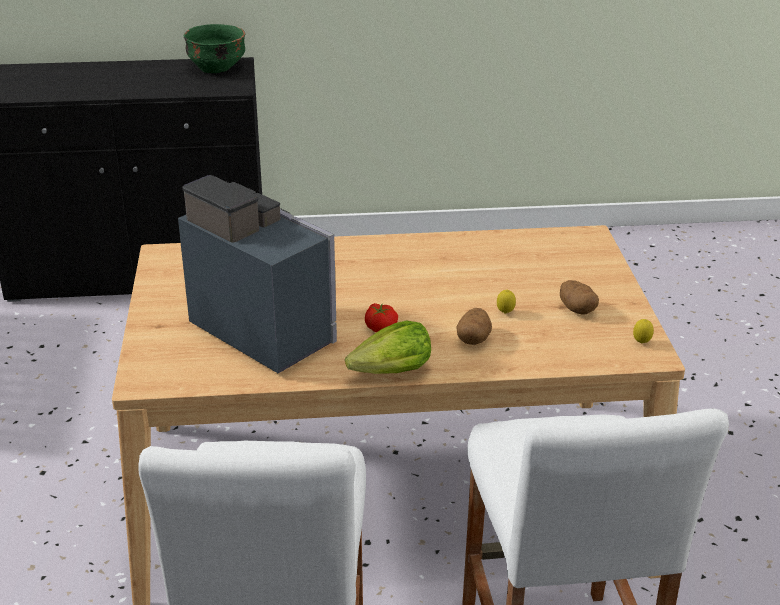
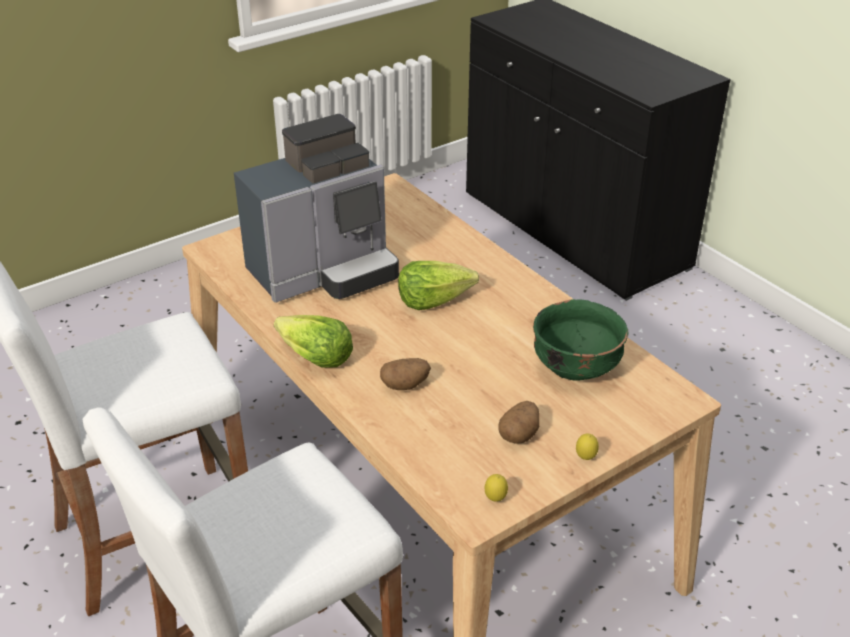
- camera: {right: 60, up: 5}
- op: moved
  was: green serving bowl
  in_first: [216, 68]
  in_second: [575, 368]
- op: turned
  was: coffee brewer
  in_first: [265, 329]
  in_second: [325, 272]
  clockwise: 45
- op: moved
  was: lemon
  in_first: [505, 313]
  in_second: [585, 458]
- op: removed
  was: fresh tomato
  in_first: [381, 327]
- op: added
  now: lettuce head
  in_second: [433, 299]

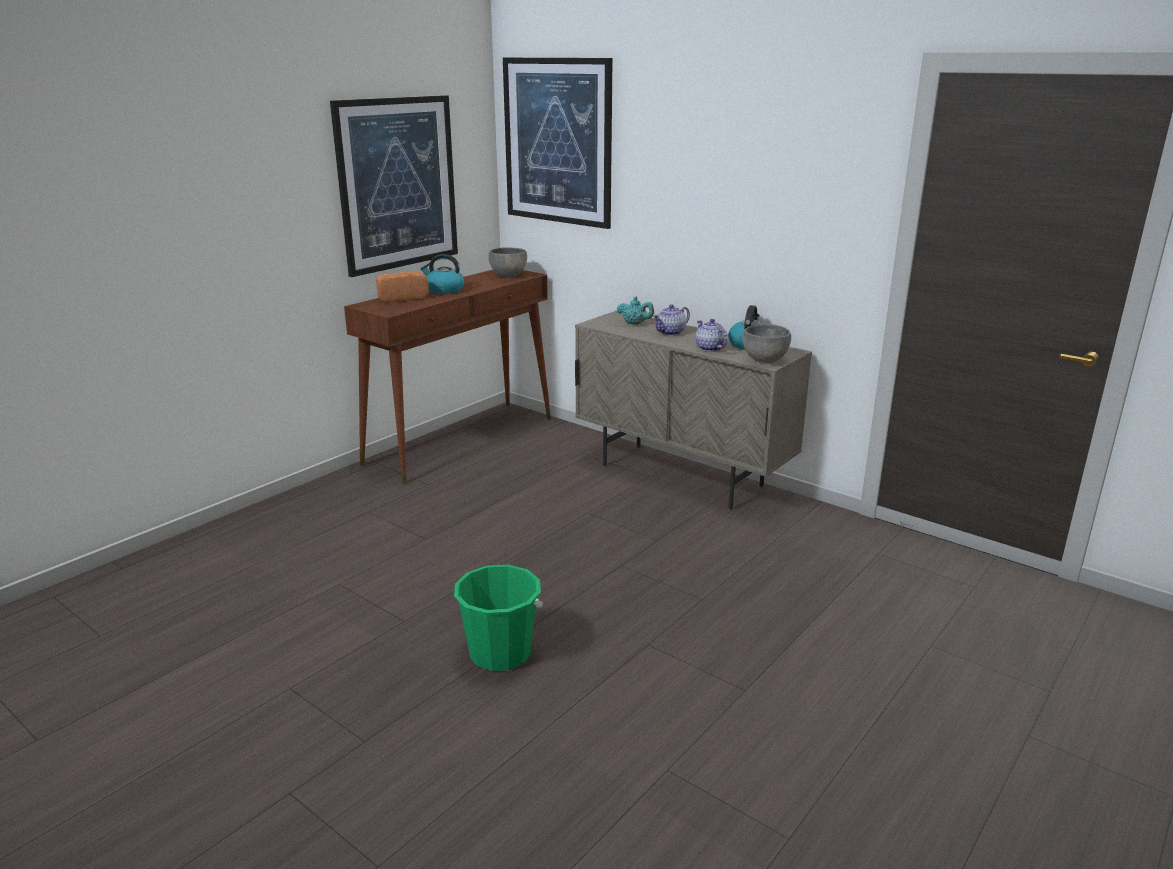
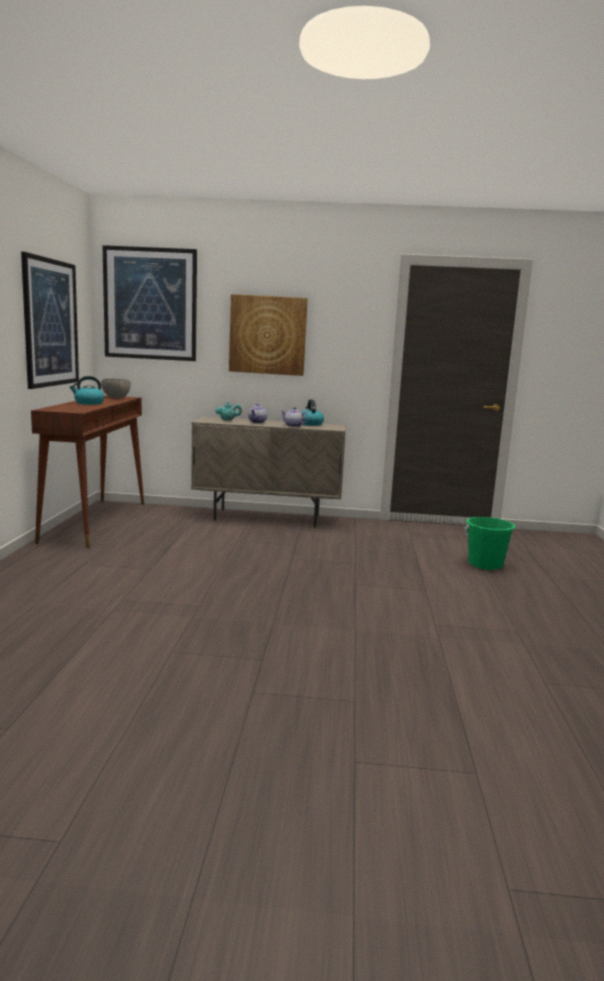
- camera: {right: -35, up: -10}
- op: removed
  was: bakery bread
  in_first: [401, 298]
- op: removed
  was: greyish serving bowl
  in_first: [764, 360]
- op: moved
  was: green bucket
  in_first: [500, 653]
  in_second: [485, 564]
- op: added
  now: wall art
  in_second: [268, 335]

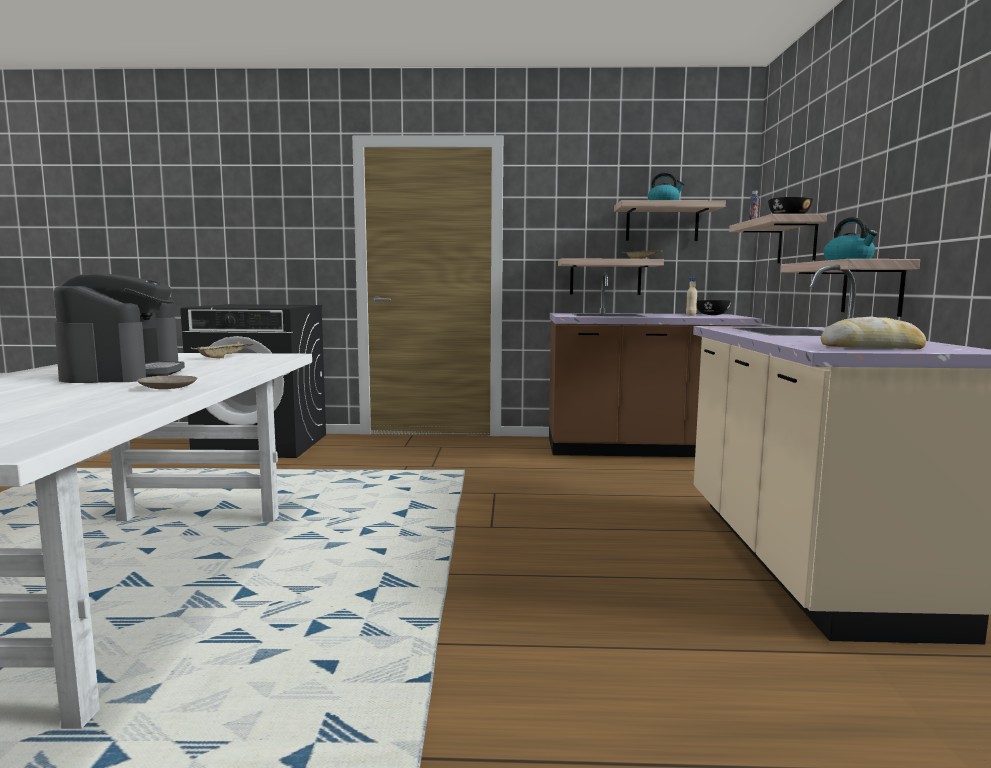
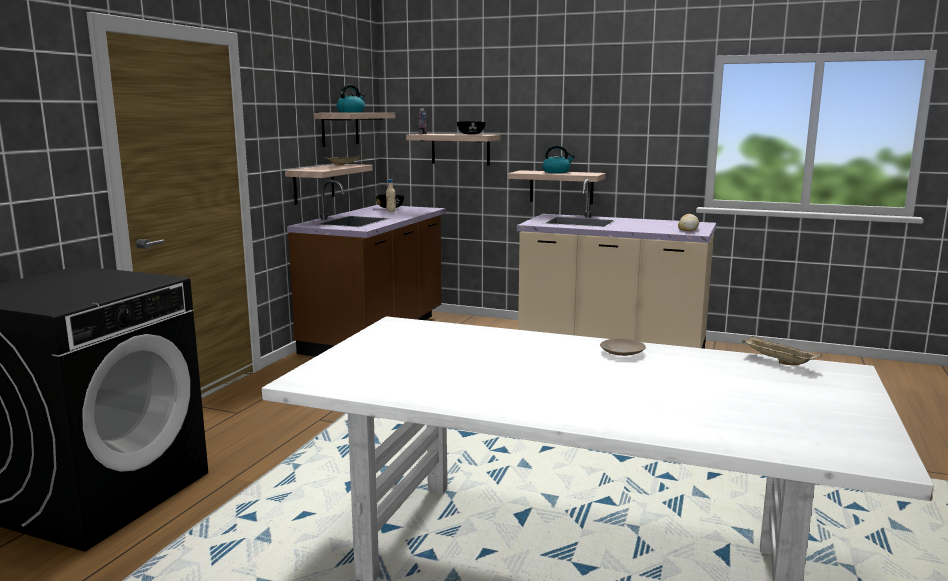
- camera: {right: -70, up: 5}
- op: removed
  was: coffee brewer
  in_first: [124, 373]
- op: moved
  was: beige carrying tray
  in_first: [223, 357]
  in_second: [777, 361]

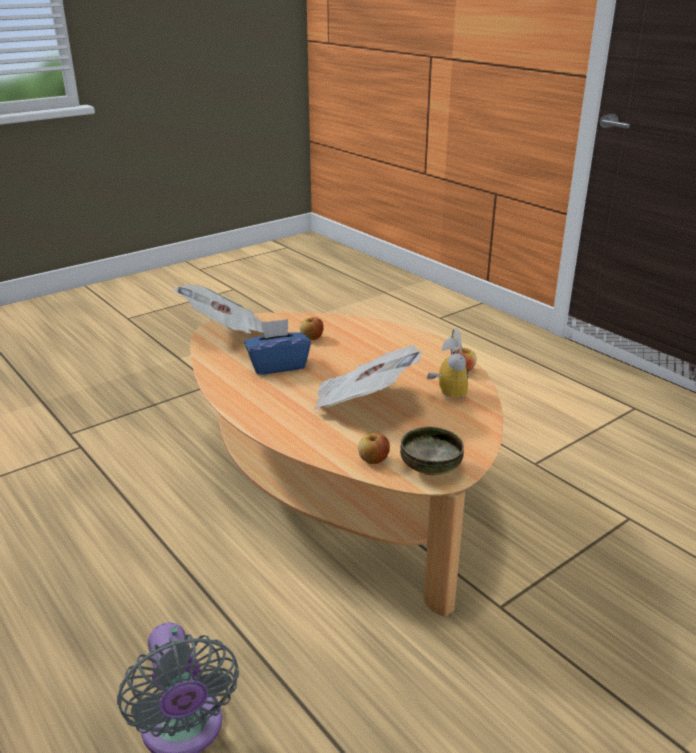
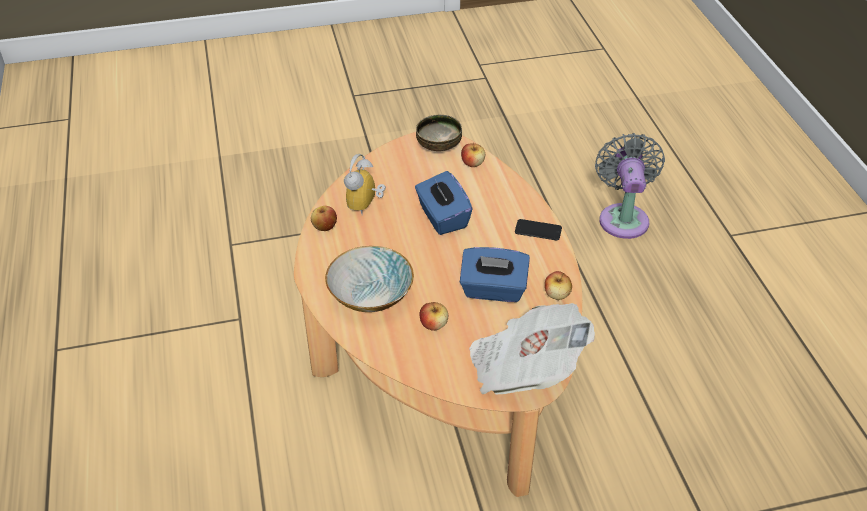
- camera: {right: -155, up: 15}
- op: replaced
  was: daily paper
  now: bluish tissue holder
  in_first: [363, 402]
  in_second: [442, 217]
- op: added
  now: phone
  in_second: [538, 230]
- op: added
  now: serving bowl
  in_second: [371, 295]
- op: added
  now: apple
  in_second: [557, 295]

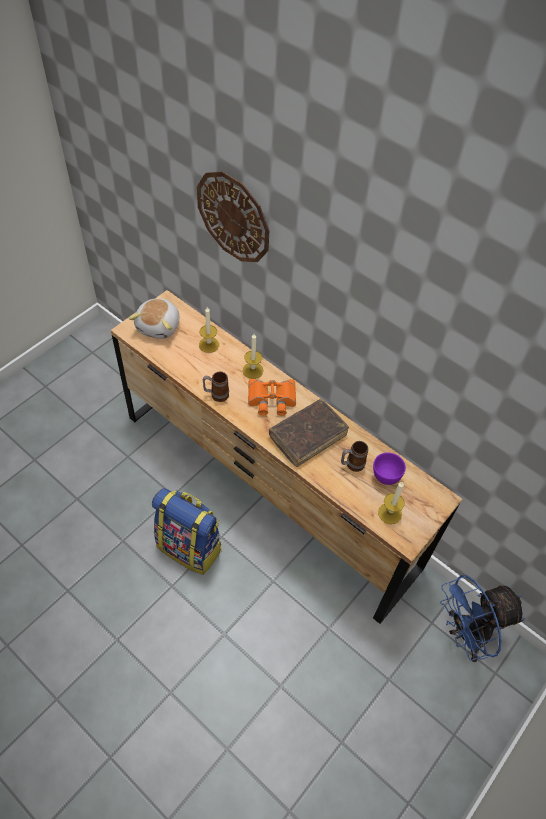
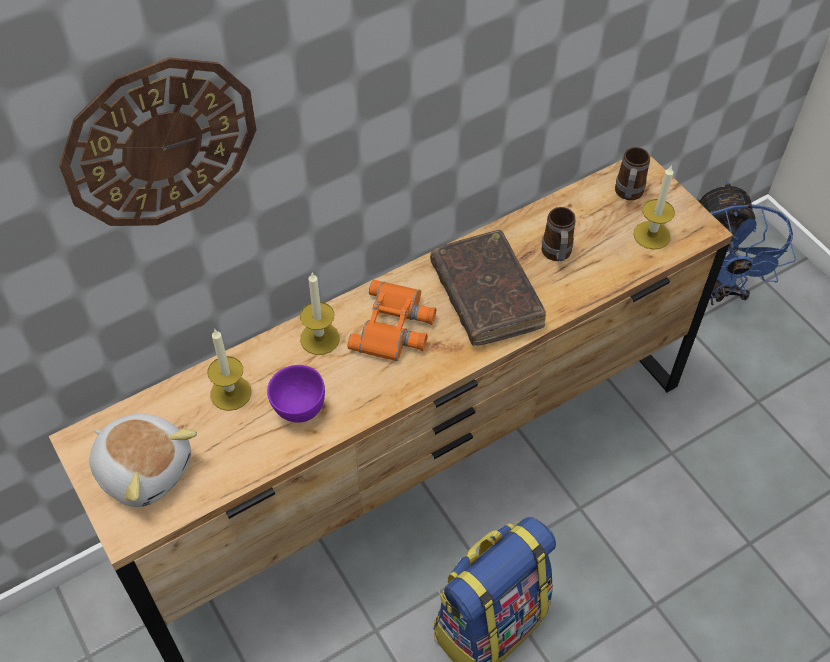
- camera: {right: -70, up: 0}
- op: moved
  was: tea mug
  in_first: [216, 395]
  in_second: [627, 195]
- op: moved
  was: purple serving bowl
  in_first: [385, 477]
  in_second: [299, 410]

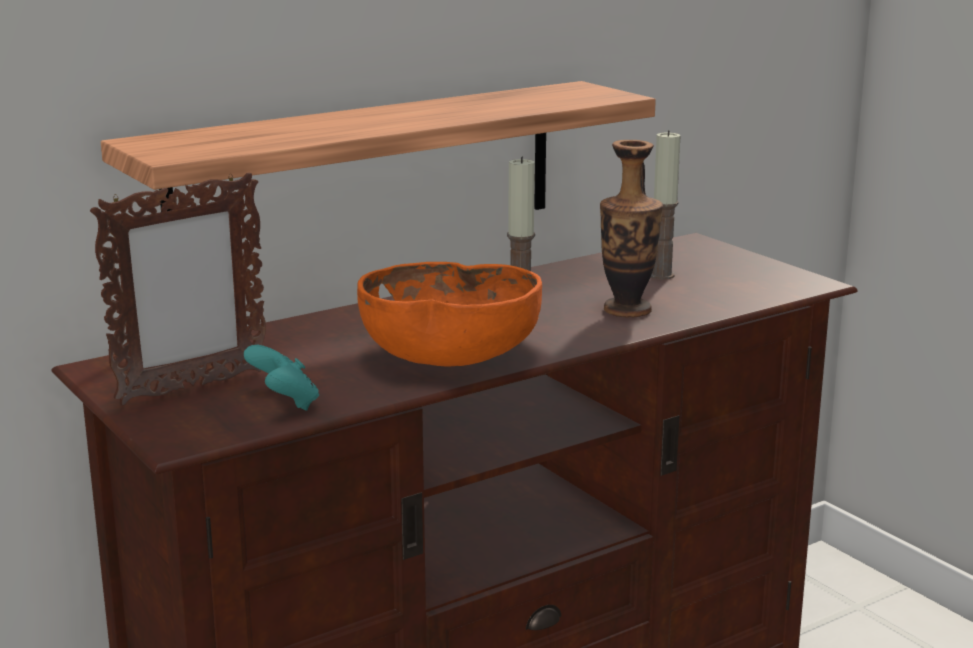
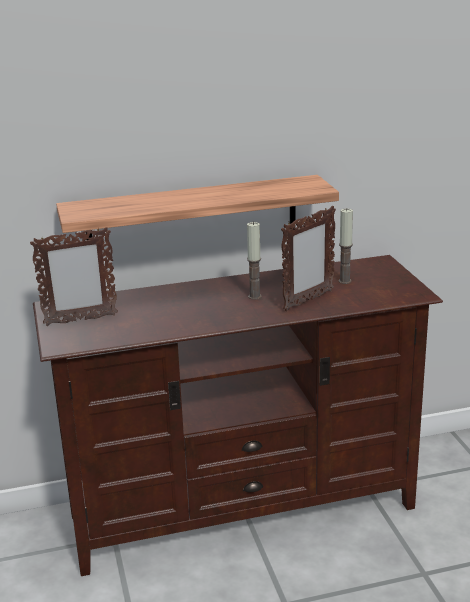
- camera: {right: 20, up: 5}
- op: replaced
  was: decorative vase
  now: standing frame
  in_first: [627, 310]
  in_second: [308, 301]
- op: removed
  was: orange serving bowl
  in_first: [449, 360]
- op: removed
  was: blue-green joypad
  in_first: [285, 403]

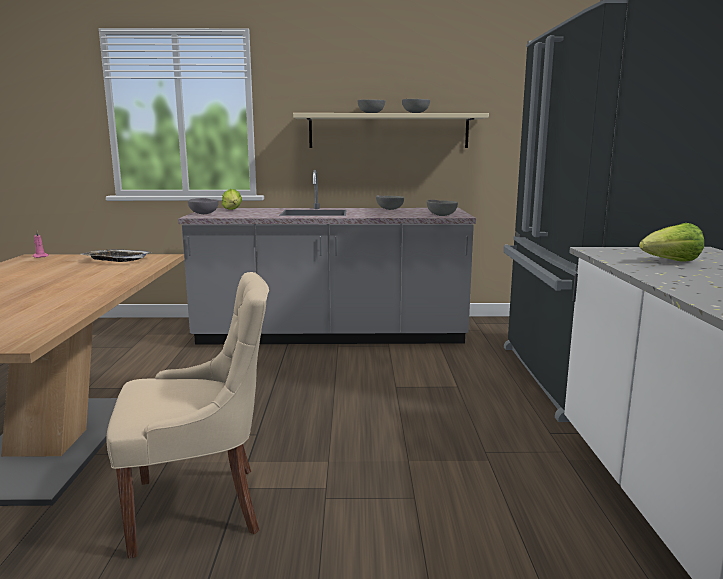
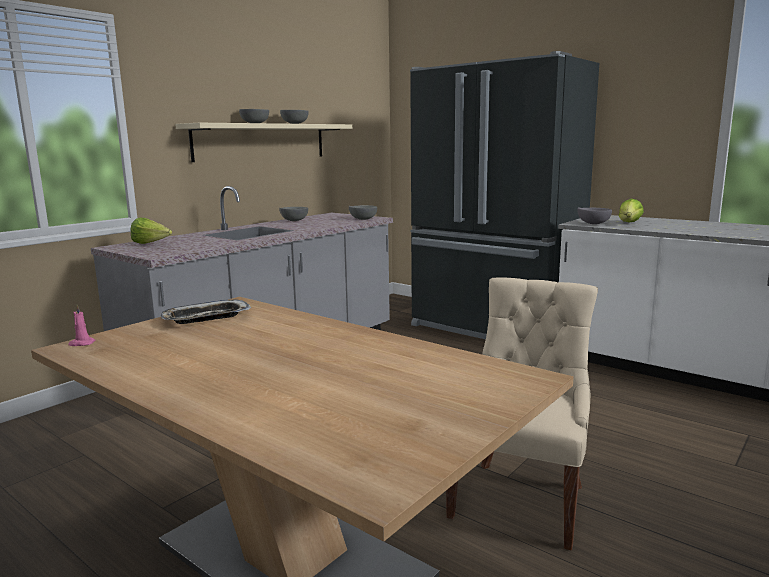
- camera: {right: -50, up: 0}
- op: moved
  was: greyish serving bowl
  in_first: [204, 214]
  in_second: [592, 224]

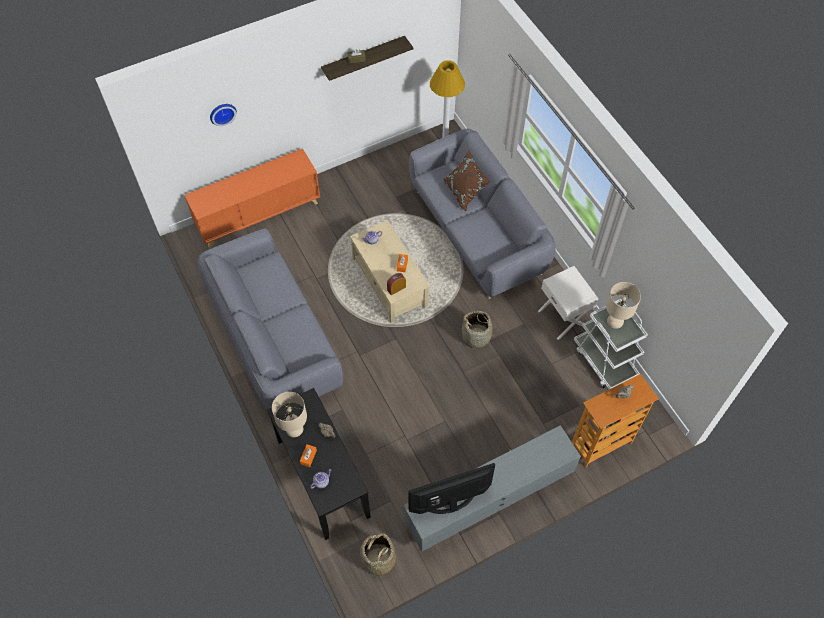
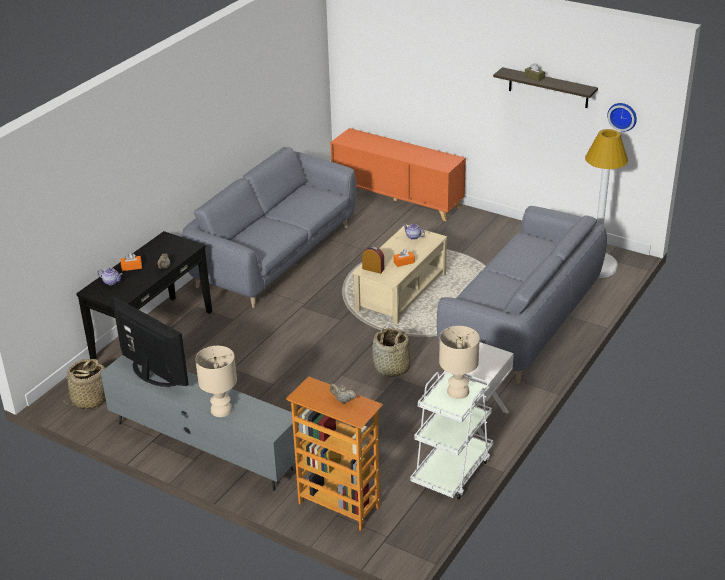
- camera: {right: 60, up: -25}
- op: moved
  was: wall clock
  in_first: [222, 113]
  in_second: [623, 116]
- op: removed
  was: brown throw pillow
  in_first: [465, 192]
- op: moved
  was: beige lamp for a table
  in_first: [294, 429]
  in_second: [221, 410]

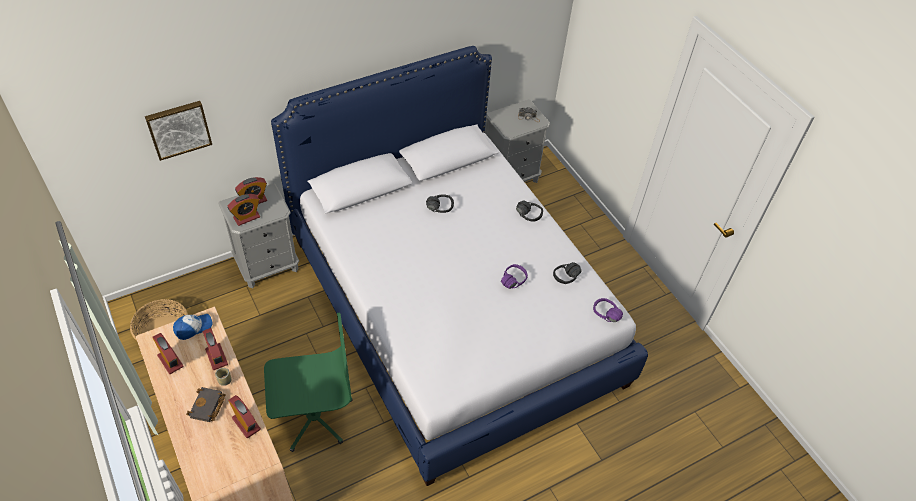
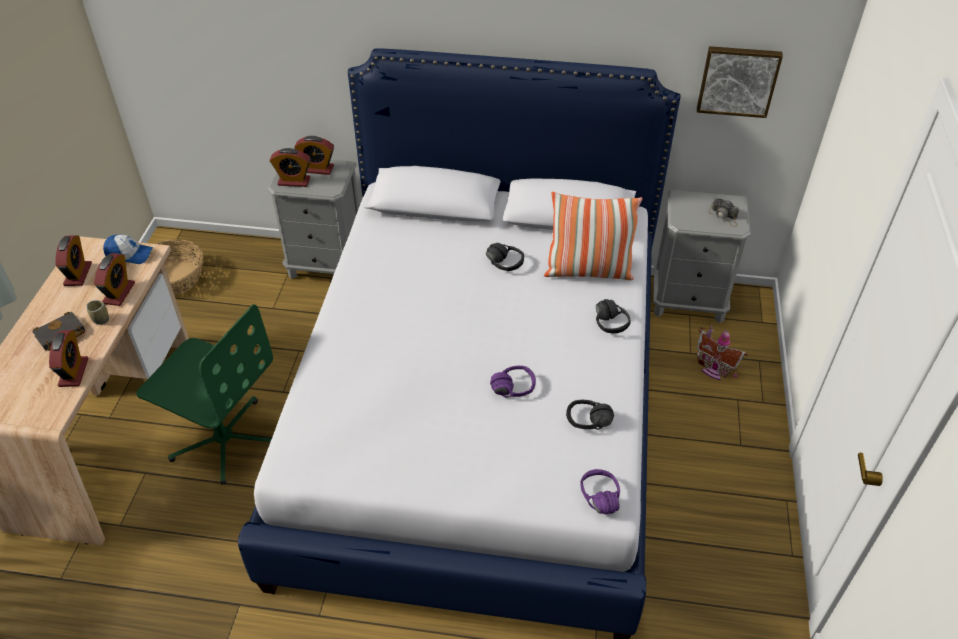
- camera: {right: 40, up: -5}
- op: moved
  was: wall art
  in_first: [178, 129]
  in_second: [738, 80]
- op: added
  now: throw pillow
  in_second: [588, 271]
- op: added
  now: model house
  in_second: [714, 369]

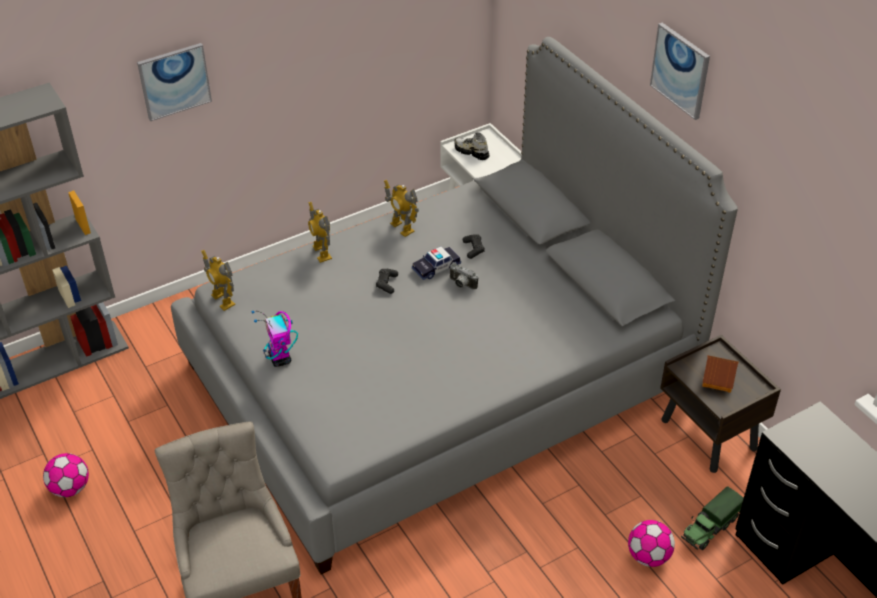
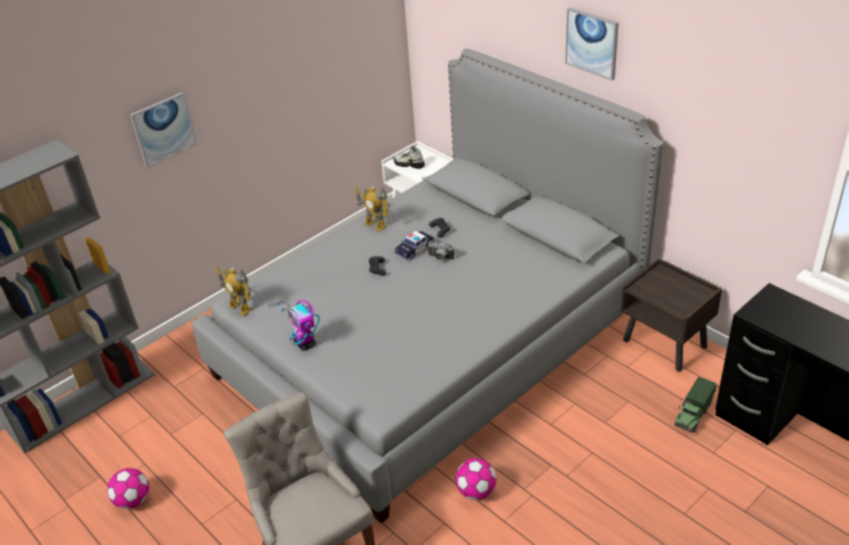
- camera: {right: -10, up: -5}
- op: removed
  was: toy robot
  in_first: [321, 253]
- op: removed
  was: model house
  in_first: [717, 378]
- op: moved
  was: football
  in_first: [648, 556]
  in_second: [476, 491]

